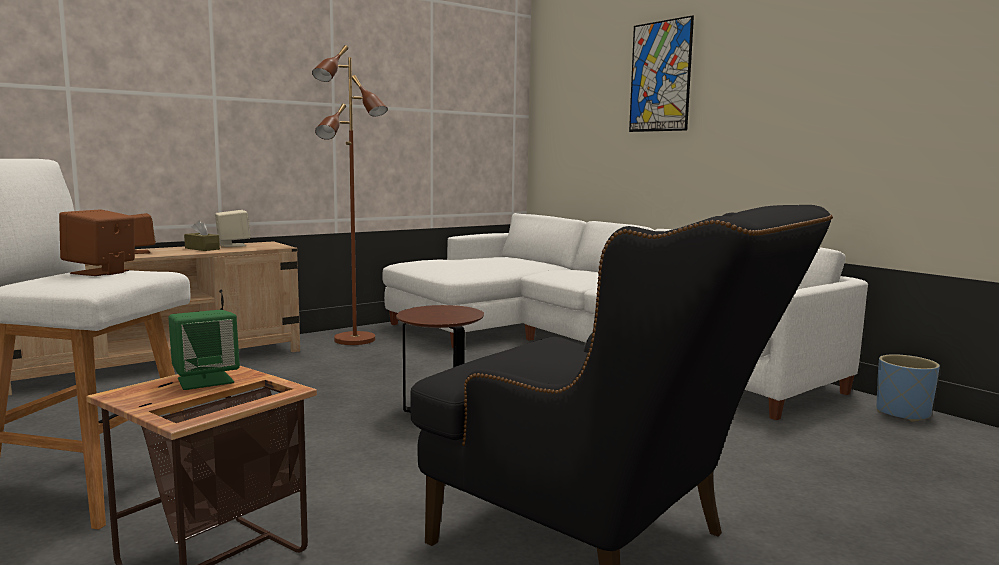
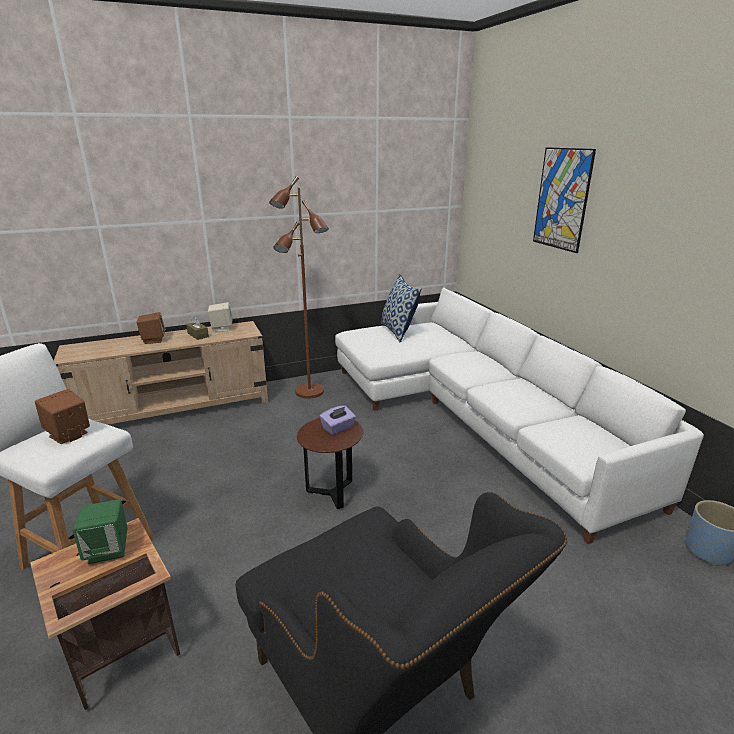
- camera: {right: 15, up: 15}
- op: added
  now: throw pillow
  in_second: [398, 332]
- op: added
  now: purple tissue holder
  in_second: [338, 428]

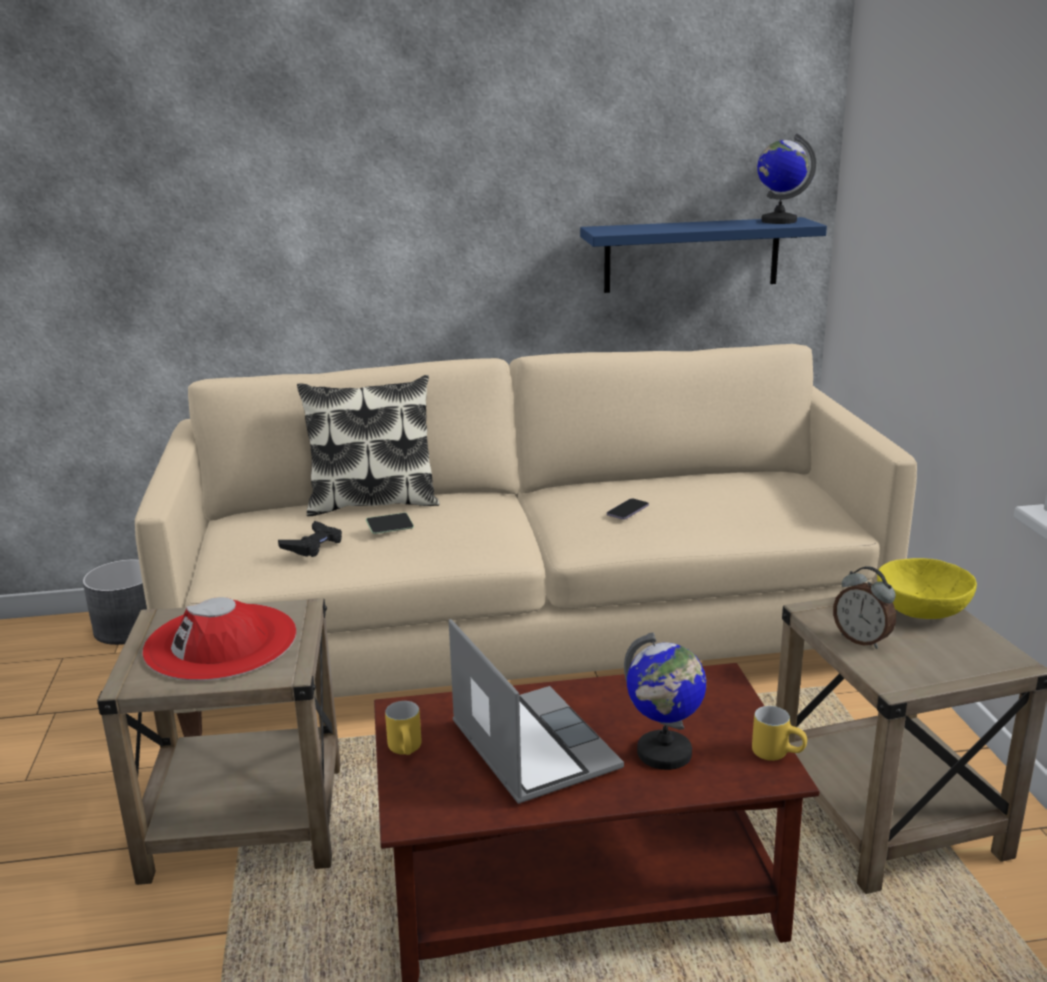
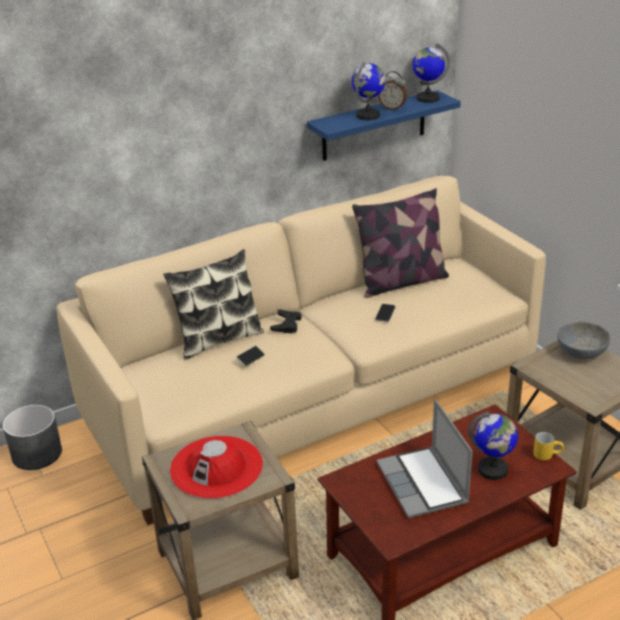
- camera: {right: -20, up: 10}
- op: moved
  was: blackish joypad
  in_first: [313, 545]
  in_second: [286, 324]
- op: recoloured
  was: yellowish serving bowl
  now: greyish serving bowl
  in_first: [921, 610]
  in_second: [580, 352]
- op: moved
  was: bedside clock
  in_first: [862, 640]
  in_second: [392, 108]
- op: turned
  was: laptop
  in_first: [530, 746]
  in_second: [423, 484]
  clockwise: -150
- op: removed
  was: yellowish tea mug
  in_first: [408, 751]
- op: added
  now: world globe
  in_second: [368, 115]
- op: added
  now: throw pillow
  in_second: [401, 282]

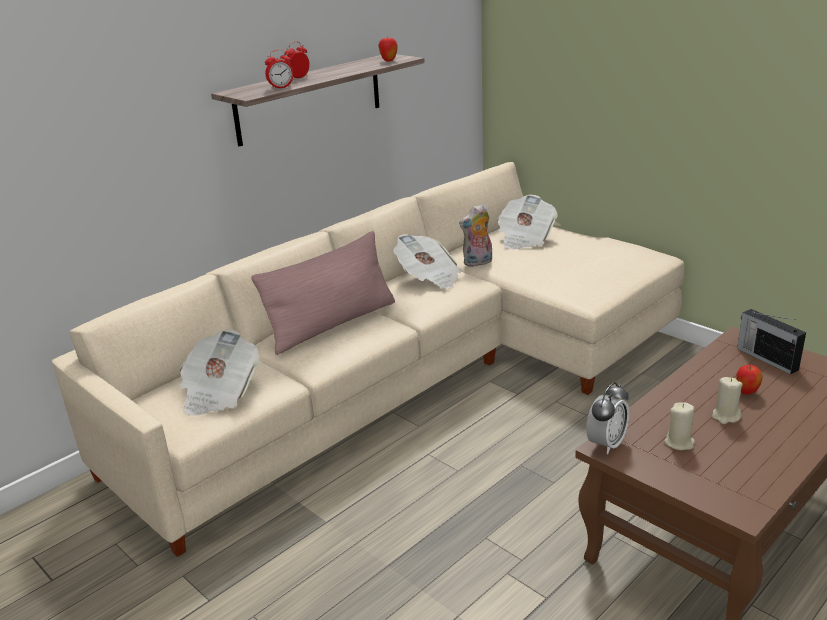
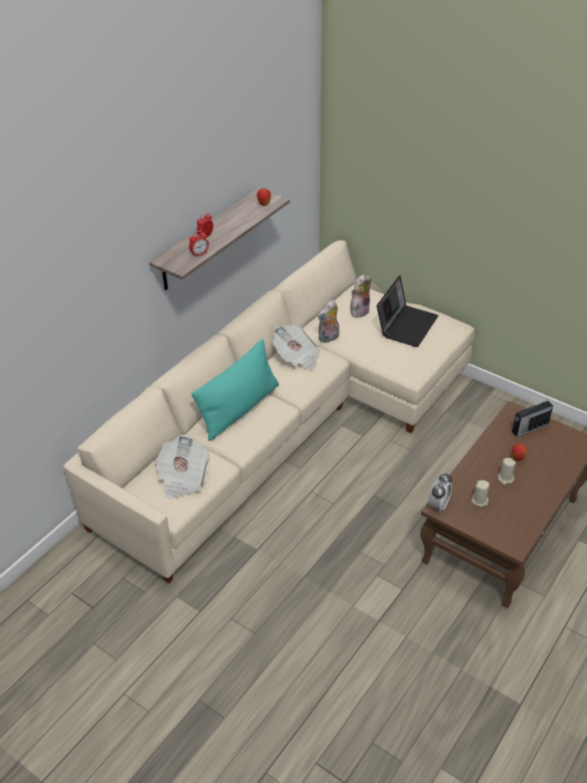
- camera: {right: -10, up: 15}
- op: replaced
  was: daily paper
  now: plush toy
  in_first: [524, 238]
  in_second: [359, 311]
- op: recoloured
  was: pinkish throw pillow
  now: blue-green throw pillow
  in_first: [332, 324]
  in_second: [239, 409]
- op: turned
  was: radio receiver
  in_first: [766, 358]
  in_second: [529, 428]
  clockwise: -75
- op: added
  now: laptop
  in_second: [406, 325]

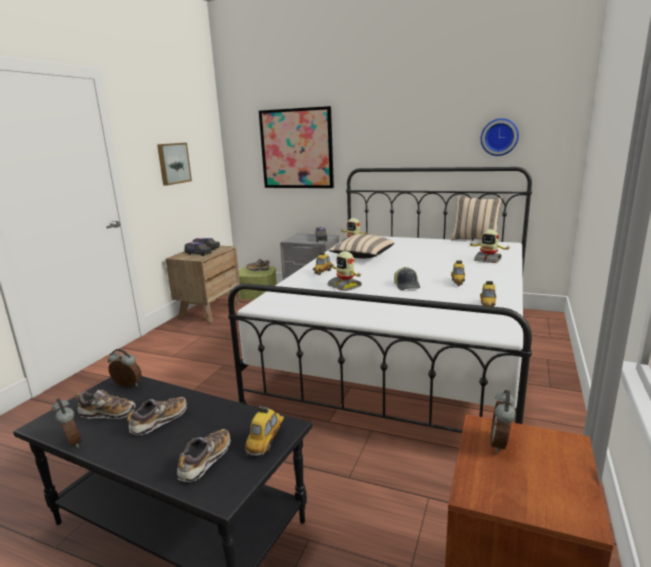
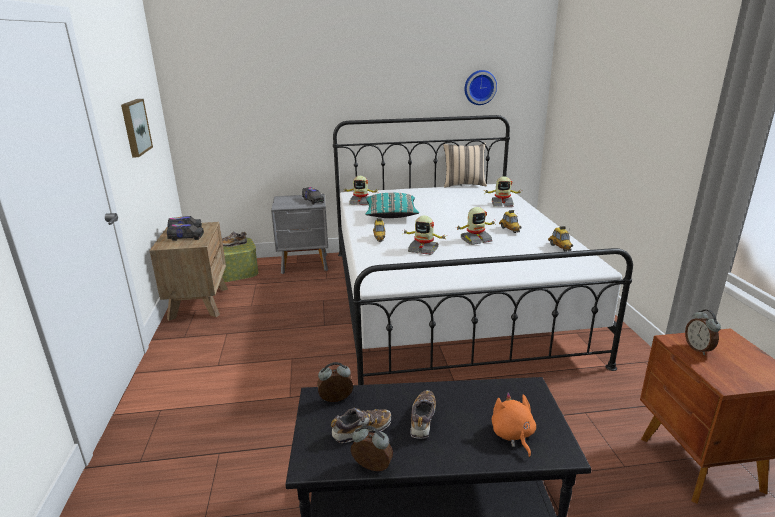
- camera: {right: -30, up: 5}
- op: removed
  was: wall art
  in_first: [296, 149]
- op: recoloured
  was: beige throw pillow
  now: blue-green throw pillow
  in_first: [362, 257]
  in_second: [391, 216]
- op: replaced
  was: peaked cap
  now: toy robot
  in_first: [407, 286]
  in_second: [475, 240]
- op: removed
  was: model car
  in_first: [266, 441]
- op: replaced
  was: shoe
  now: orange plush toy
  in_first: [205, 461]
  in_second: [513, 435]

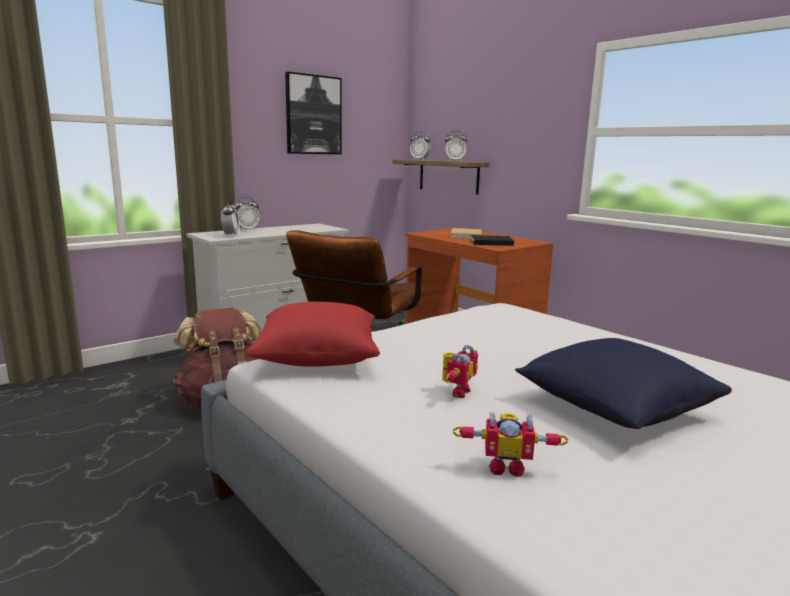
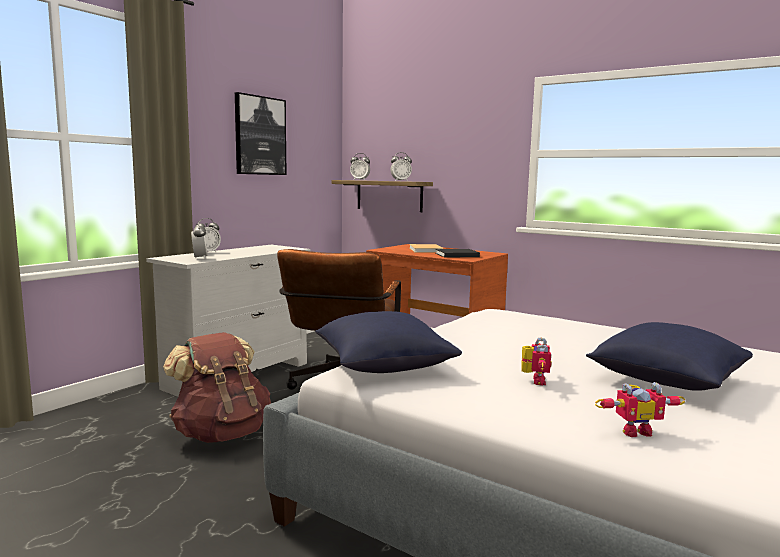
- camera: {right: -15, up: -5}
- op: recoloured
  was: reddish throw pillow
  now: bluish throw pillow
  in_first: [318, 357]
  in_second: [383, 365]

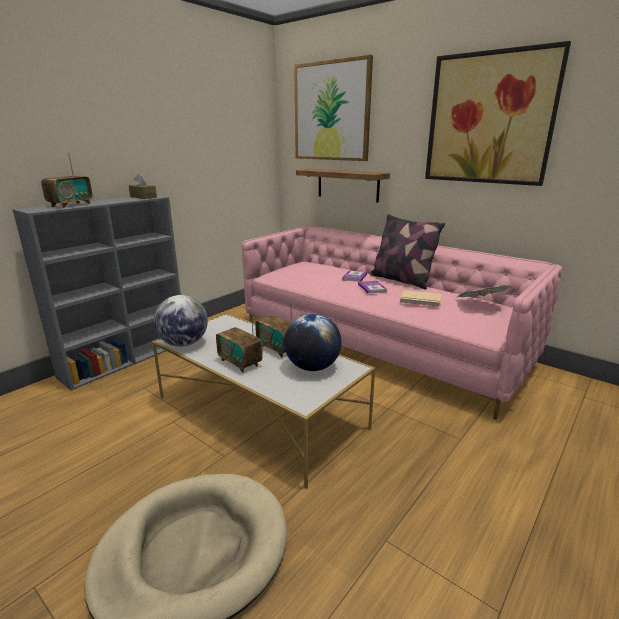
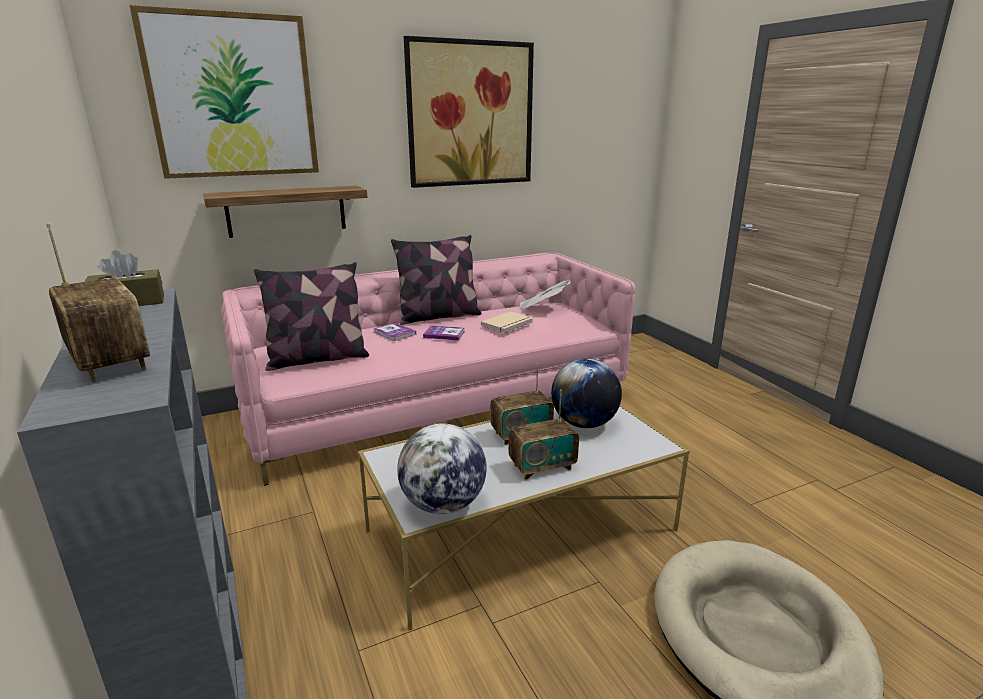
- camera: {right: -65, up: 0}
- op: added
  now: throw pillow
  in_second: [317, 359]

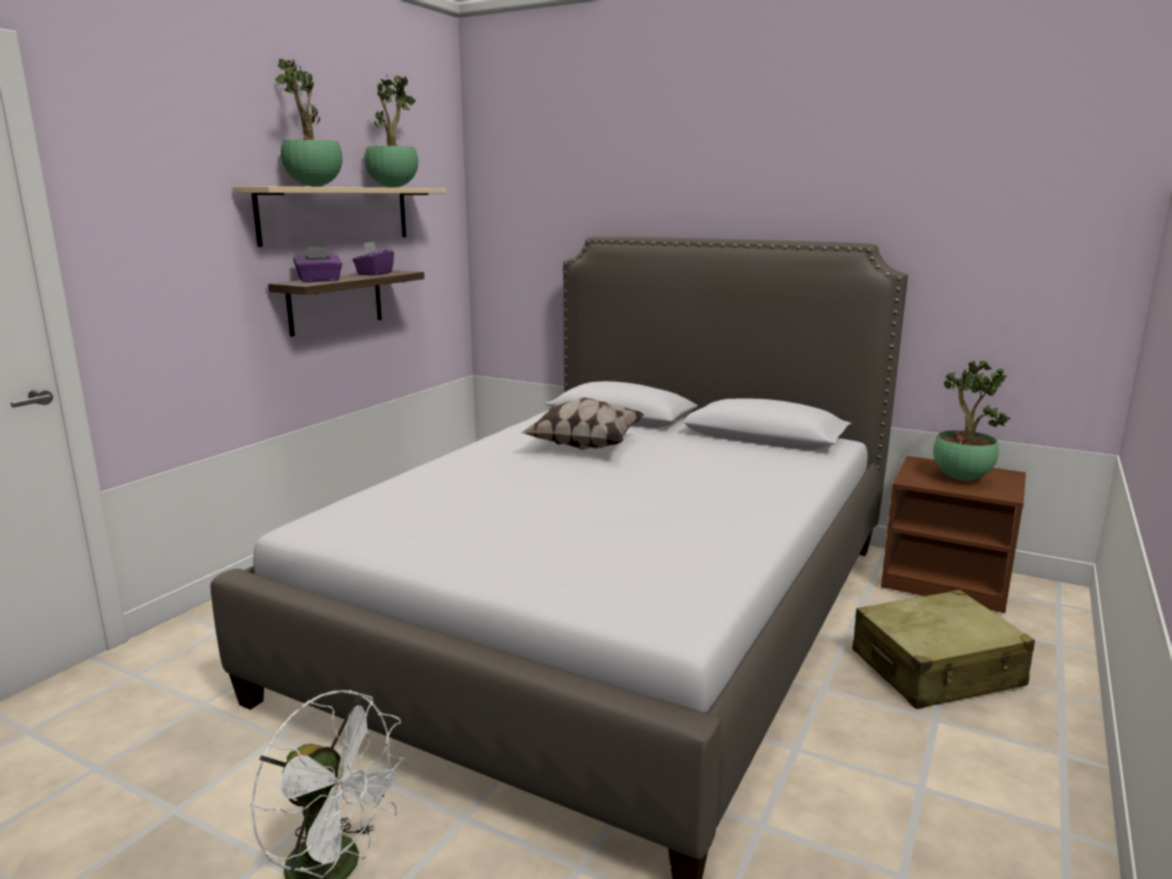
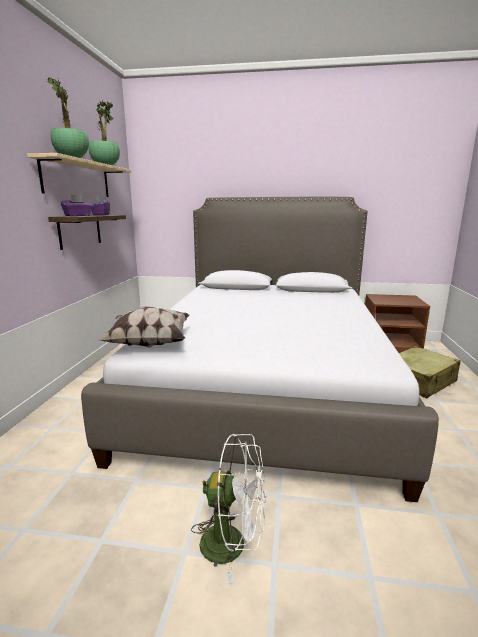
- camera: {right: -20, up: 0}
- op: removed
  was: plant in a pot
  in_first: [959, 478]
- op: moved
  was: throw pillow
  in_first: [584, 446]
  in_second: [149, 343]

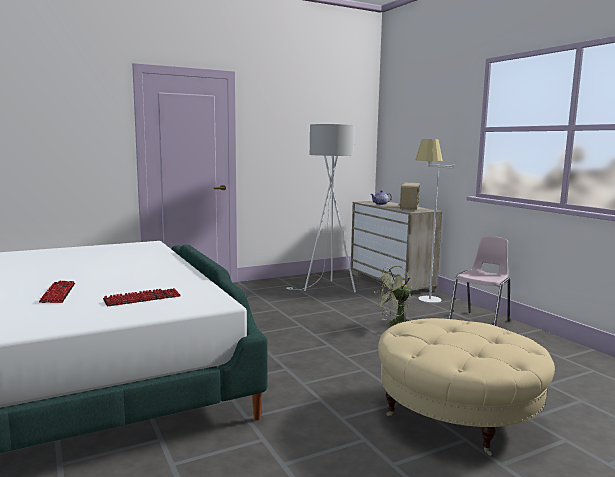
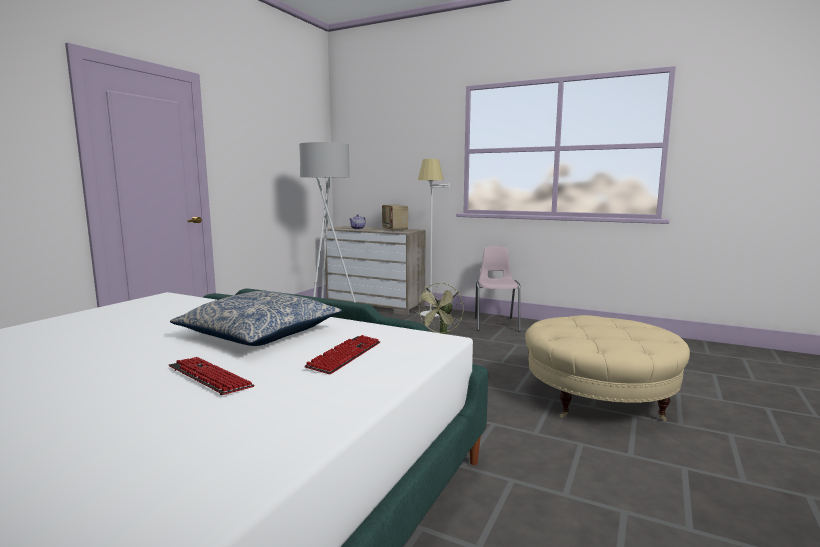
- camera: {right: -35, up: 0}
- op: added
  now: throw pillow
  in_second: [260, 333]

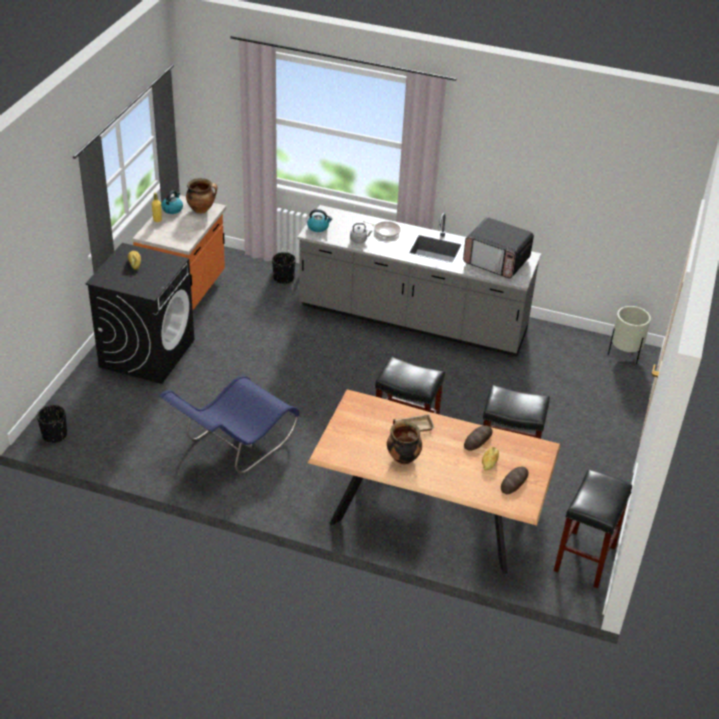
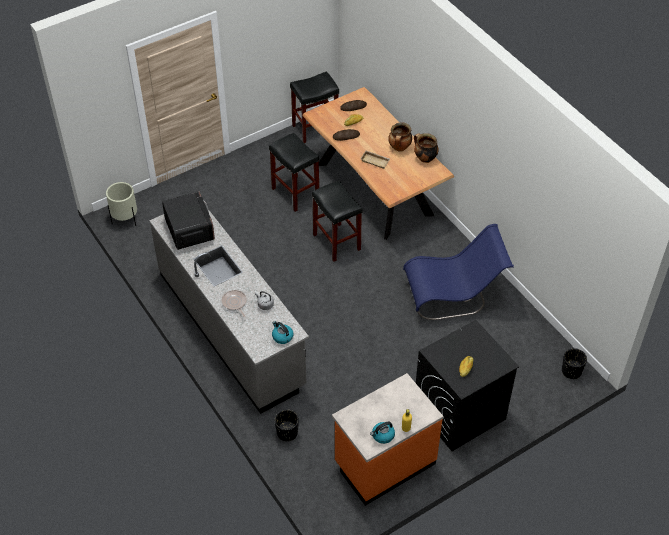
- camera: {right: -140, up: 10}
- op: moved
  was: saucepot
  in_first: [202, 209]
  in_second: [424, 158]

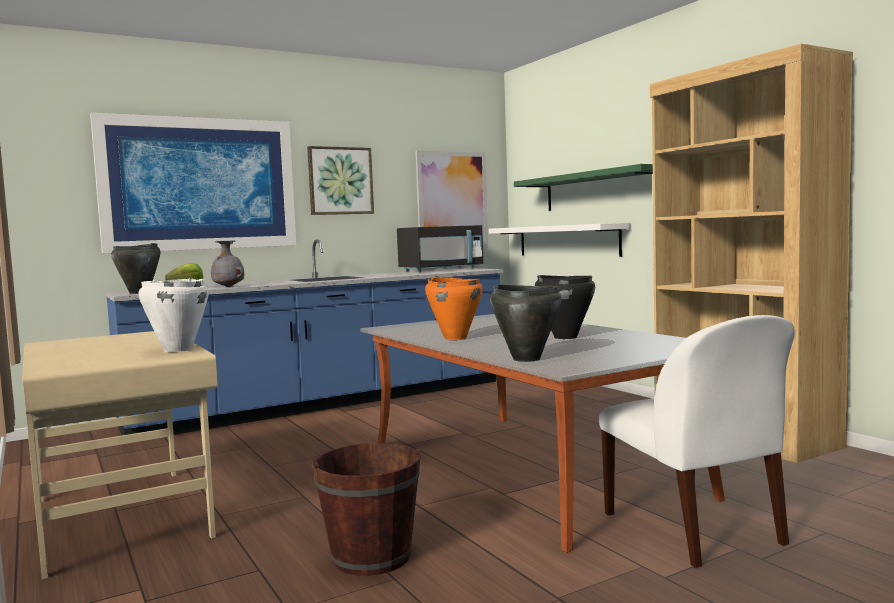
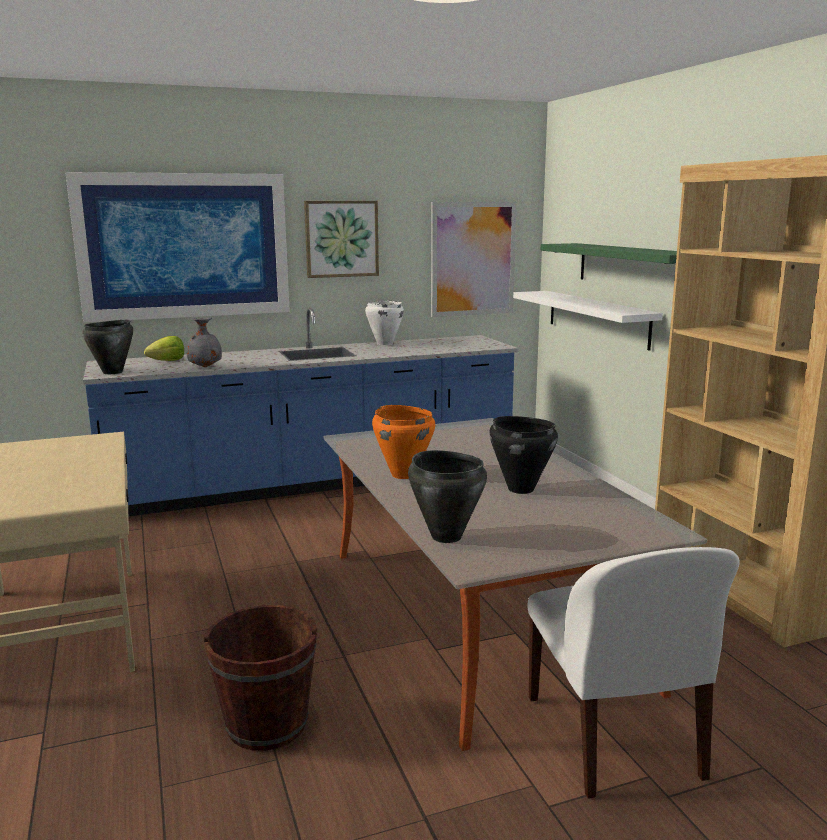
- camera: {right: 10, up: 10}
- op: removed
  was: blackish kitchen microwave
  in_first: [441, 270]
- op: moved
  was: whitish saucepot
  in_first: [177, 350]
  in_second: [384, 344]

